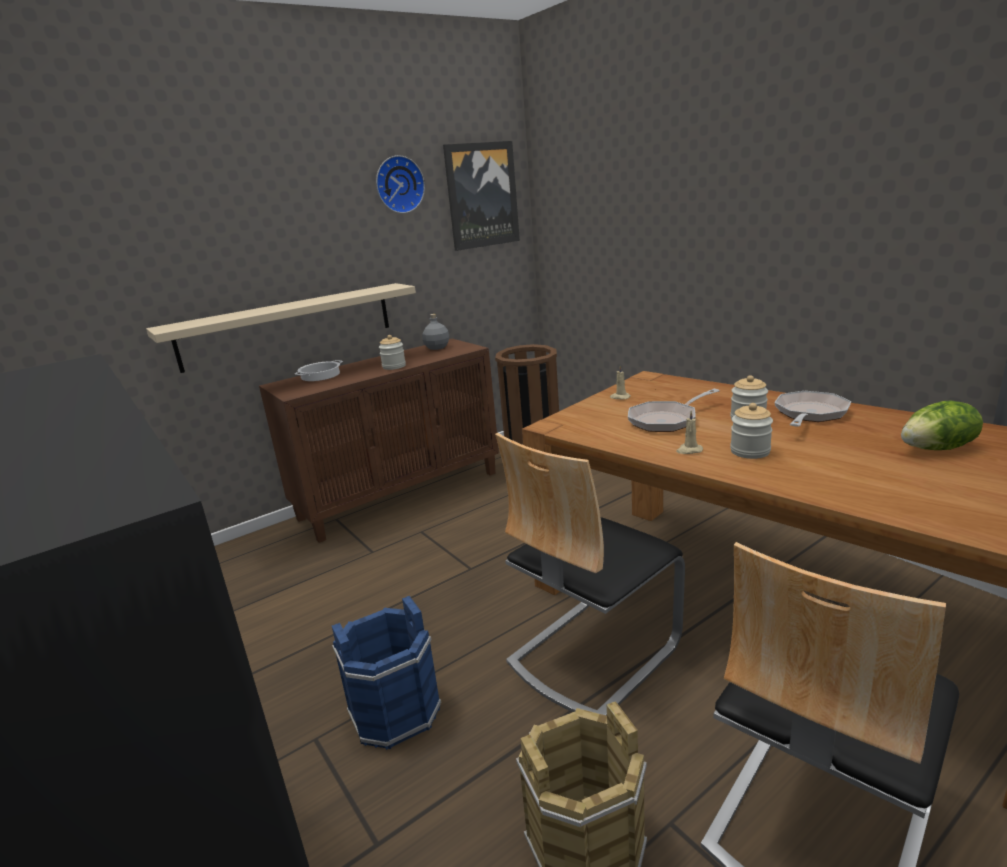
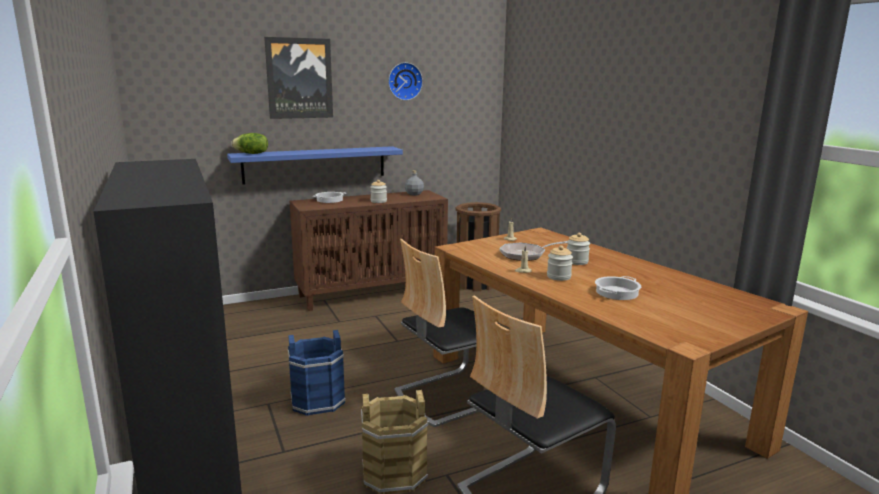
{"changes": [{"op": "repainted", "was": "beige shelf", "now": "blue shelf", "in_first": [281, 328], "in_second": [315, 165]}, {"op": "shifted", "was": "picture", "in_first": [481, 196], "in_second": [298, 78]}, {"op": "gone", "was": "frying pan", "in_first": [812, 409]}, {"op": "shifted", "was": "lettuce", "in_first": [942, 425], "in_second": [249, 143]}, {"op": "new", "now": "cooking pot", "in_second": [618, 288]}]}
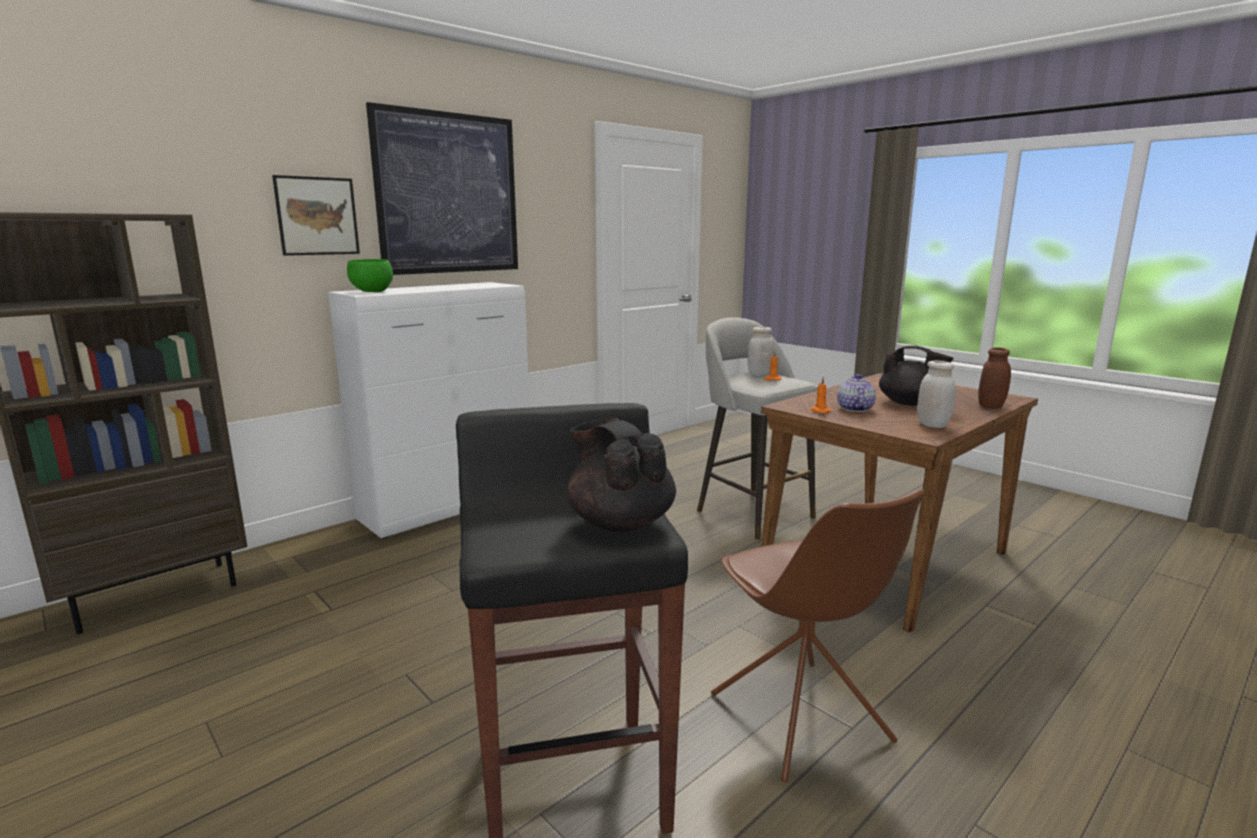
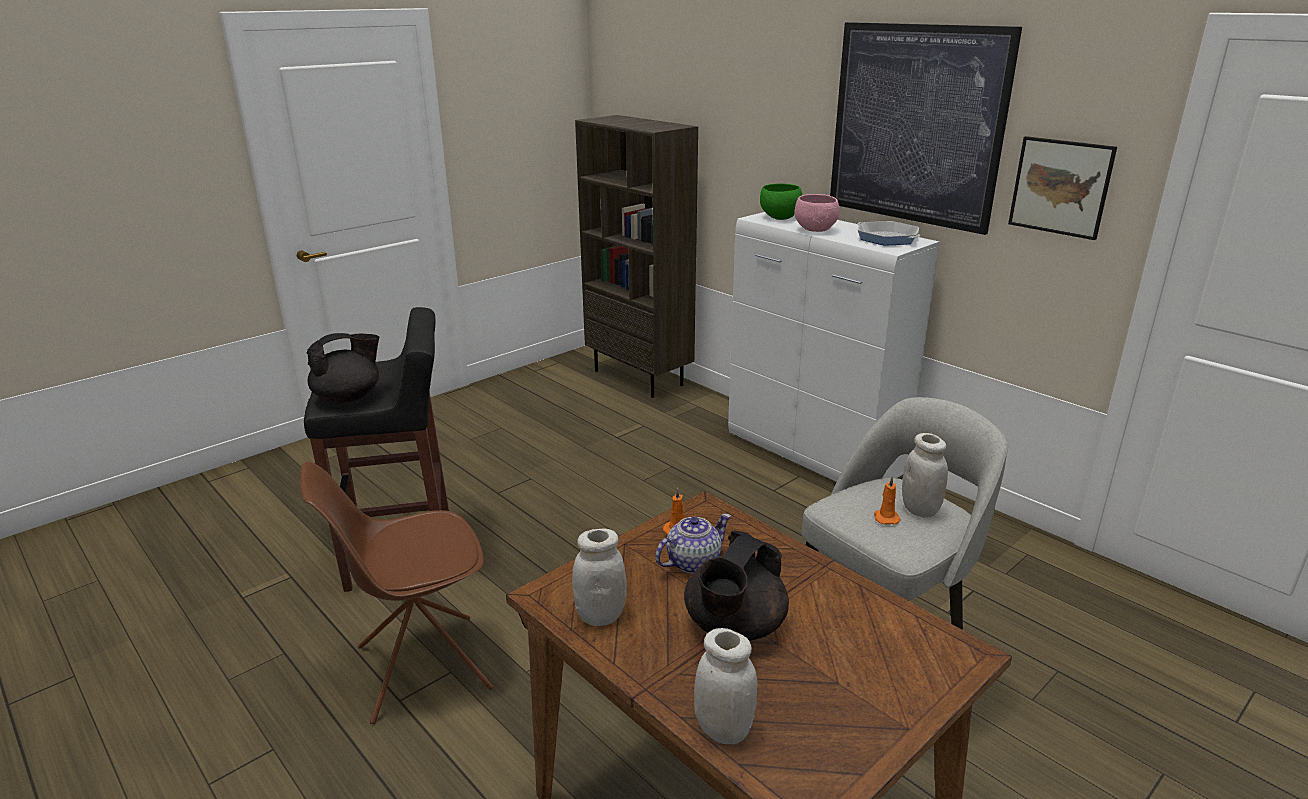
{"changes": [{"op": "shifted", "was": "picture", "in_first": [316, 215], "in_second": [1062, 188]}, {"op": "rotated", "was": "teapot", "in_first": [856, 393], "in_second": [693, 544], "clockwise": -45}, {"op": "repainted", "was": "brown jar", "now": "white jar", "in_first": [994, 378], "in_second": [726, 686]}, {"op": "new", "now": "pink bowl", "in_second": [817, 213]}, {"op": "new", "now": "frying pan", "in_second": [889, 233]}]}
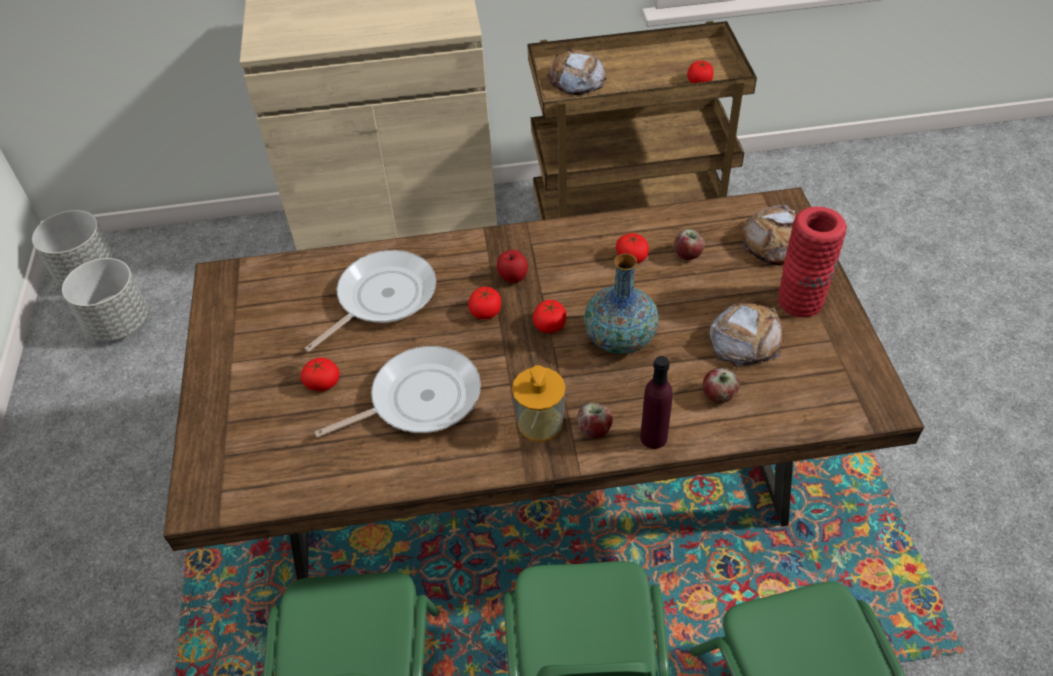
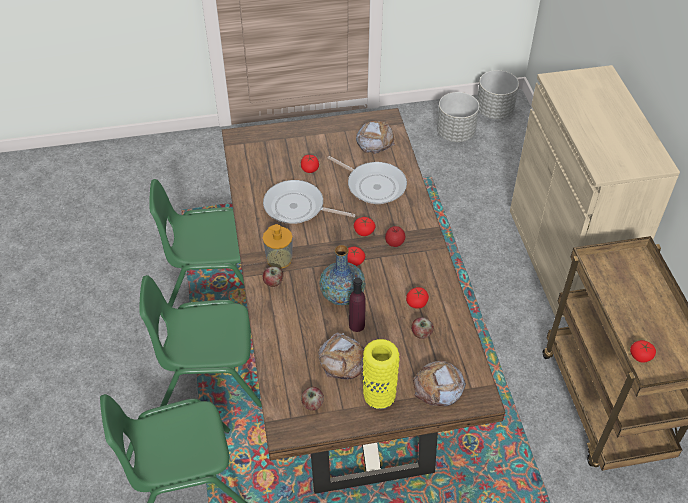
{"changes": [{"op": "rotated", "was": "frying pan", "in_first": [398, 391], "in_second": [309, 202], "clockwise": 135}, {"op": "shifted", "was": "bread", "in_first": [577, 72], "in_second": [375, 137]}, {"op": "shifted", "was": "purple bottle", "in_first": [656, 402], "in_second": [357, 304]}, {"op": "shifted", "was": "apple", "in_first": [721, 385], "in_second": [312, 399]}, {"op": "repainted", "was": "red vase", "now": "yellow vase", "in_first": [812, 262], "in_second": [381, 374]}]}
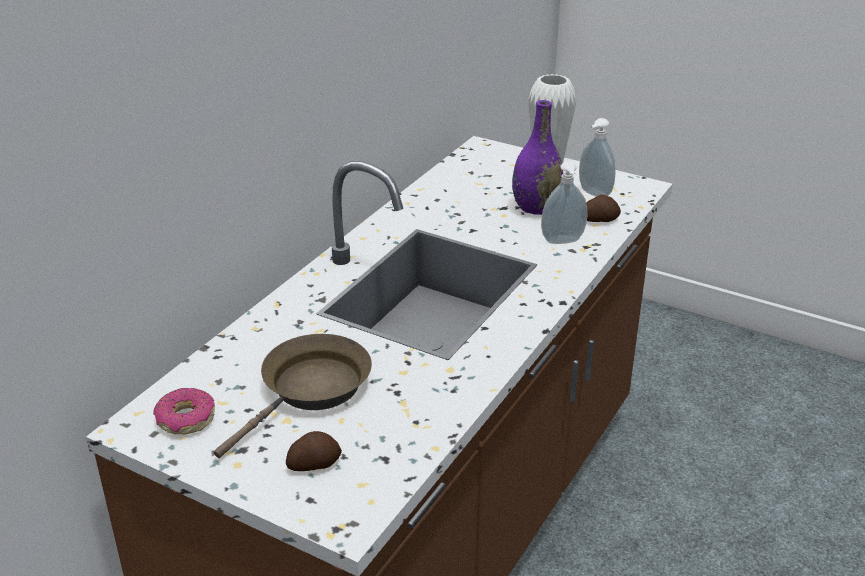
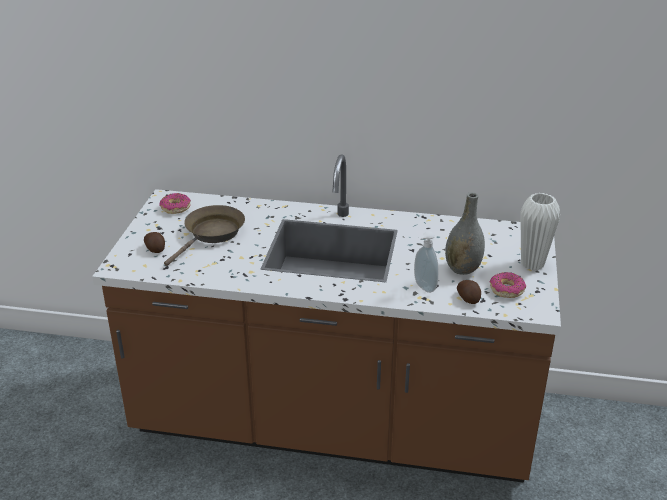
{"changes": [{"op": "rotated", "was": "brown frying pan", "in_first": [293, 396], "in_second": [204, 235], "clockwise": -75}, {"op": "repainted", "was": "purple vase", "now": "grey vase", "in_first": [537, 157], "in_second": [465, 233]}, {"op": "swapped", "was": "soap dispenser", "now": "donut", "in_first": [597, 157], "in_second": [507, 285]}]}
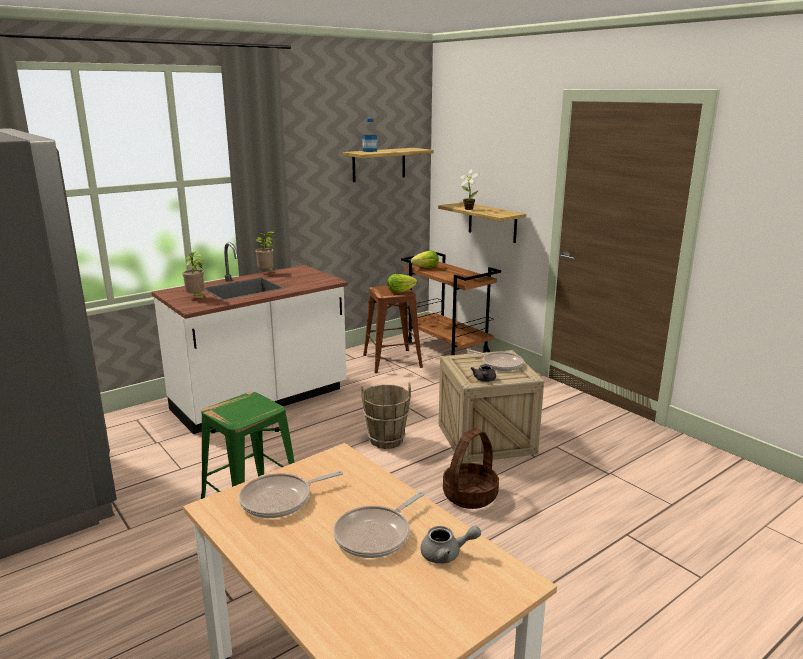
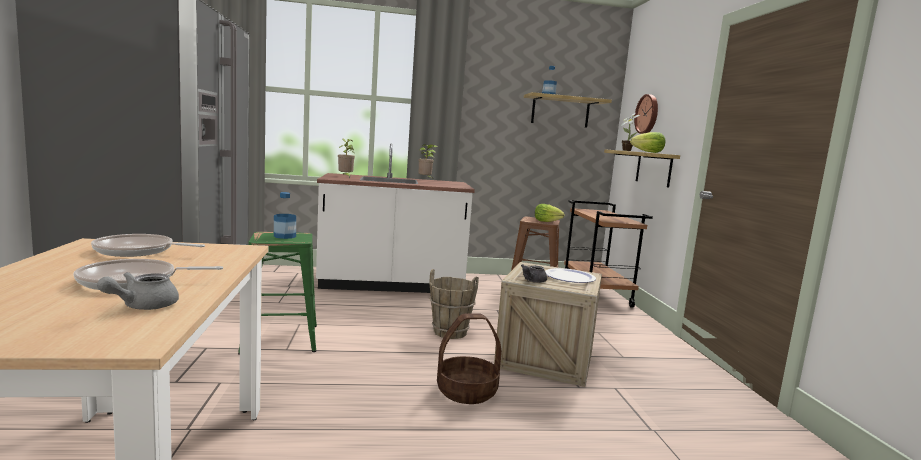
{"changes": [{"op": "shifted", "was": "lettuce", "in_first": [425, 259], "in_second": [648, 142]}, {"op": "rotated", "was": "grey teapot", "in_first": [450, 545], "in_second": [138, 291], "clockwise": 90}, {"op": "swapped", "was": "frying pan", "now": "plate", "in_first": [495, 360], "in_second": [570, 275]}, {"op": "new", "now": "bottle", "in_second": [285, 215]}, {"op": "new", "now": "wall clock", "in_second": [646, 114]}]}
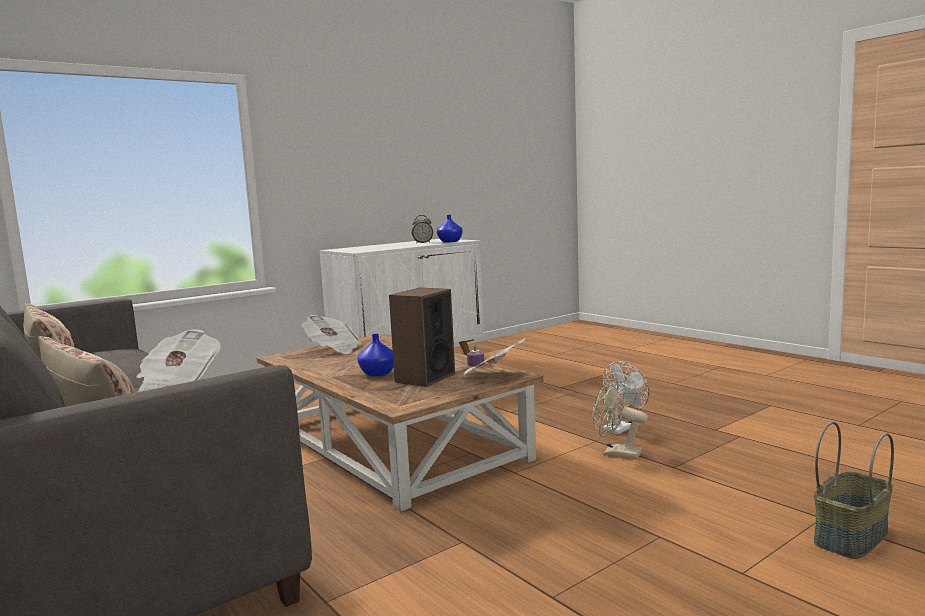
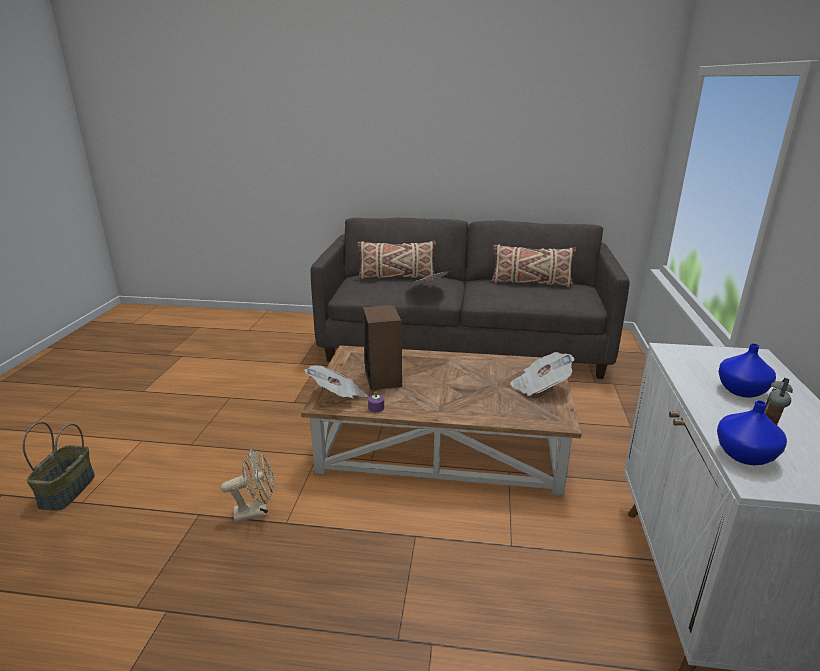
{"changes": [{"op": "shifted", "was": "blue vase", "in_first": [375, 355], "in_second": [747, 370]}, {"op": "gone", "was": "white fan", "in_first": [626, 397]}]}
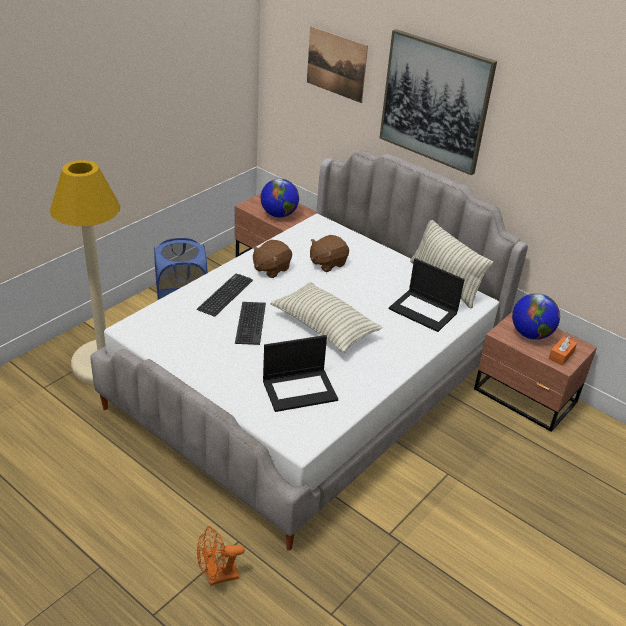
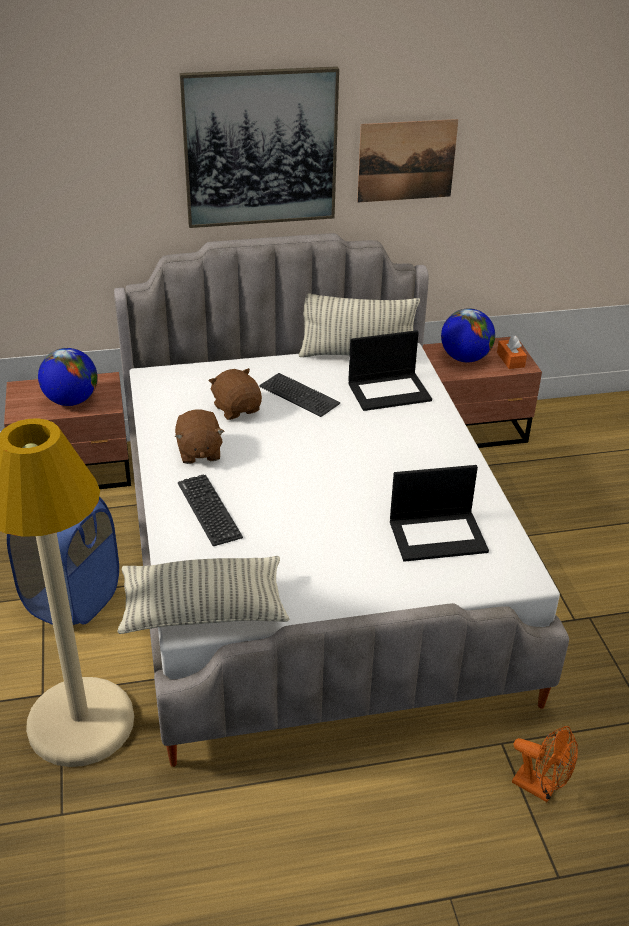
{"changes": [{"op": "rotated", "was": "orange fan", "in_first": [221, 555], "in_second": [545, 764], "clockwise": -75}, {"op": "shifted", "was": "keyboard", "in_first": [250, 323], "in_second": [299, 395]}, {"op": "rotated", "was": "laptop", "in_first": [300, 373], "in_second": [439, 513], "clockwise": 60}, {"op": "shifted", "was": "pillow", "in_first": [326, 317], "in_second": [203, 595]}, {"op": "shifted", "was": "picture", "in_first": [337, 64], "in_second": [407, 160]}, {"op": "rotated", "was": "brown plush toy", "in_first": [329, 253], "in_second": [235, 394], "clockwise": 150}]}
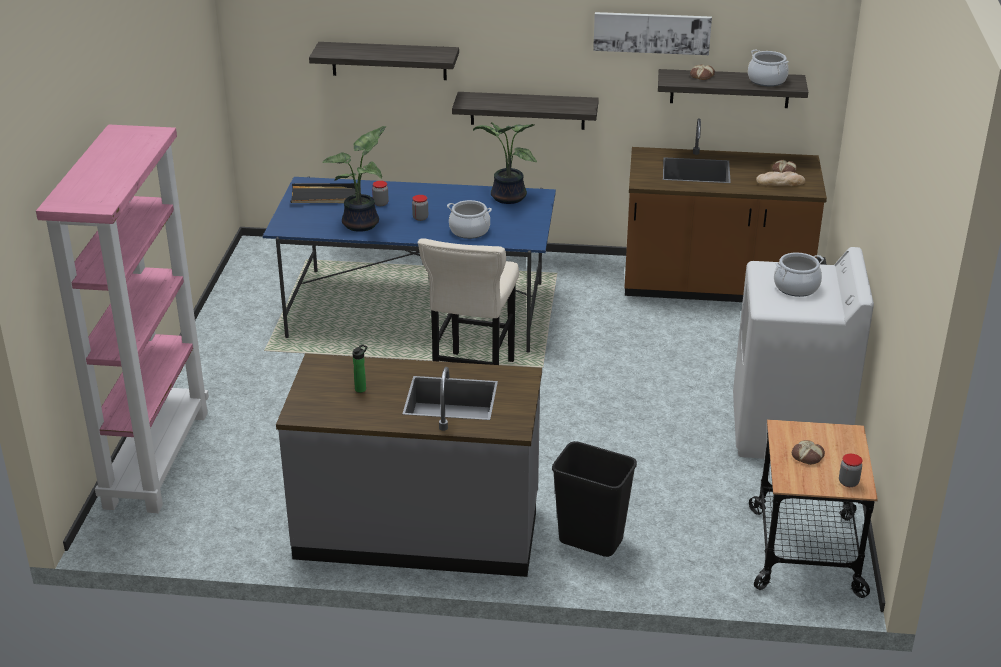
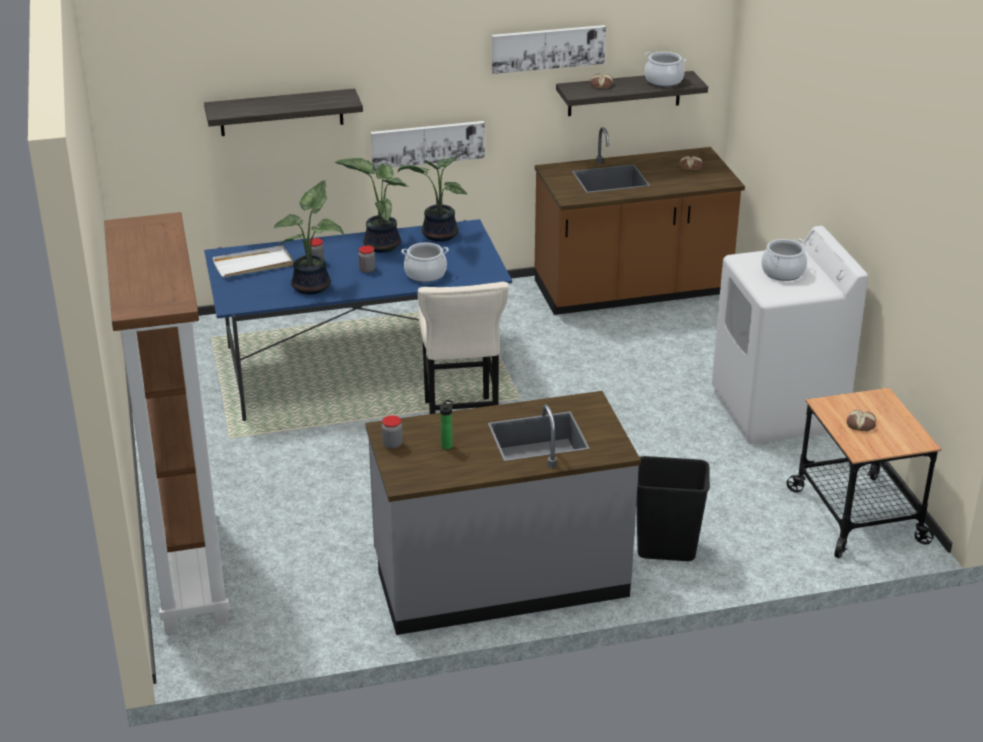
{"changes": [{"op": "repainted", "was": "pink bookcase", "now": "brown bookcase", "in_first": [122, 319], "in_second": [167, 423]}, {"op": "repainted", "was": "black tray", "now": "white tray", "in_first": [323, 193], "in_second": [253, 261]}, {"op": "swapped", "was": "shelf", "now": "picture", "in_first": [525, 111], "in_second": [428, 145]}, {"op": "gone", "was": "bread", "in_first": [780, 178]}, {"op": "shifted", "was": "jar", "in_first": [850, 470], "in_second": [392, 432]}, {"op": "new", "now": "potted plant", "in_second": [372, 205]}]}
